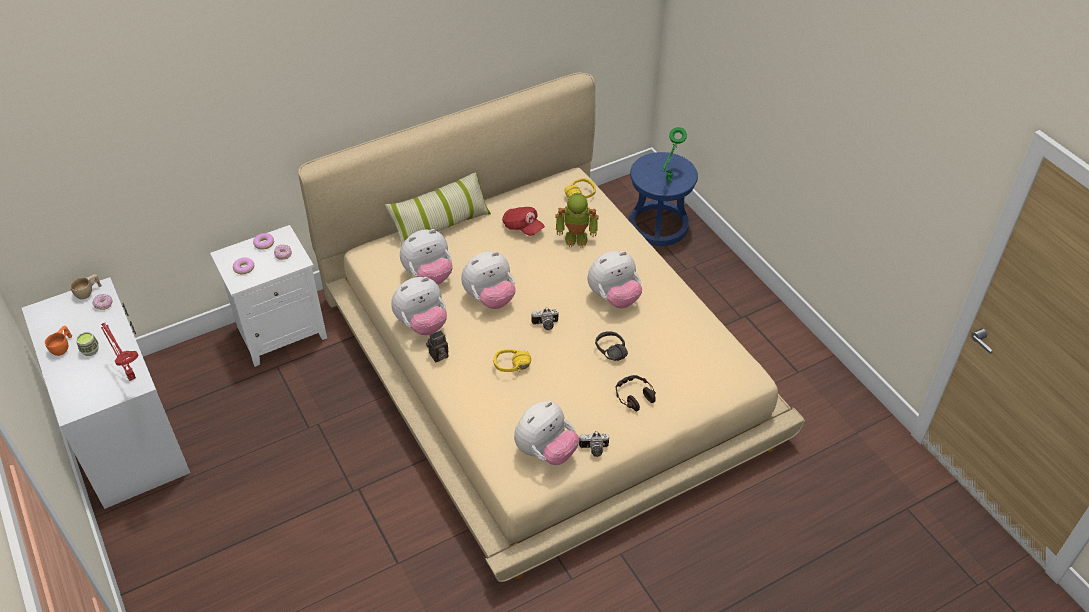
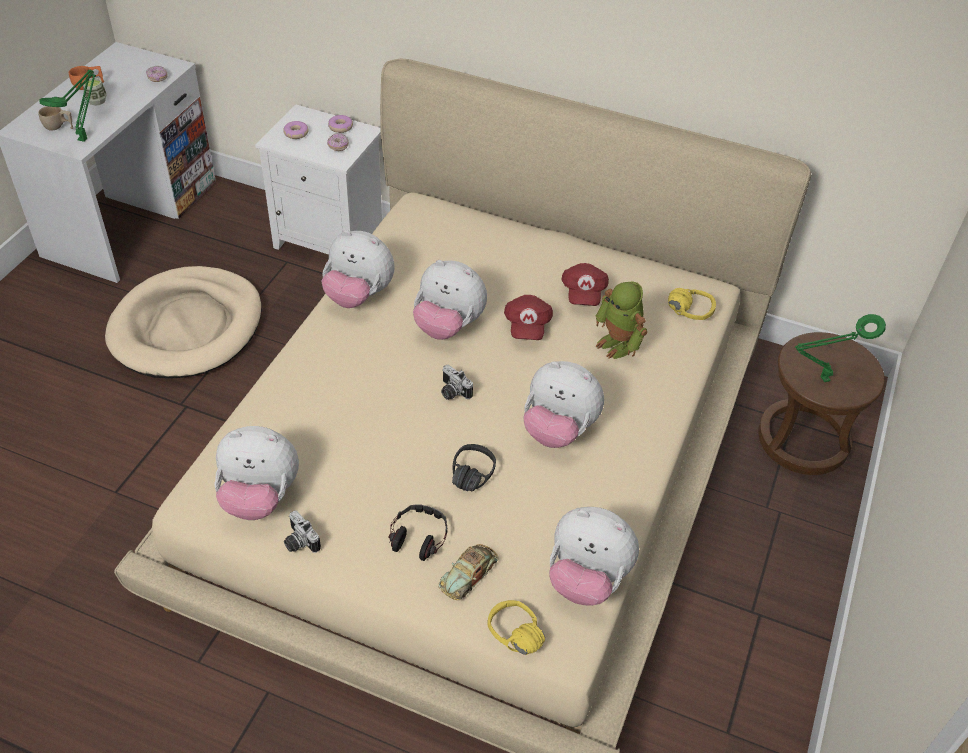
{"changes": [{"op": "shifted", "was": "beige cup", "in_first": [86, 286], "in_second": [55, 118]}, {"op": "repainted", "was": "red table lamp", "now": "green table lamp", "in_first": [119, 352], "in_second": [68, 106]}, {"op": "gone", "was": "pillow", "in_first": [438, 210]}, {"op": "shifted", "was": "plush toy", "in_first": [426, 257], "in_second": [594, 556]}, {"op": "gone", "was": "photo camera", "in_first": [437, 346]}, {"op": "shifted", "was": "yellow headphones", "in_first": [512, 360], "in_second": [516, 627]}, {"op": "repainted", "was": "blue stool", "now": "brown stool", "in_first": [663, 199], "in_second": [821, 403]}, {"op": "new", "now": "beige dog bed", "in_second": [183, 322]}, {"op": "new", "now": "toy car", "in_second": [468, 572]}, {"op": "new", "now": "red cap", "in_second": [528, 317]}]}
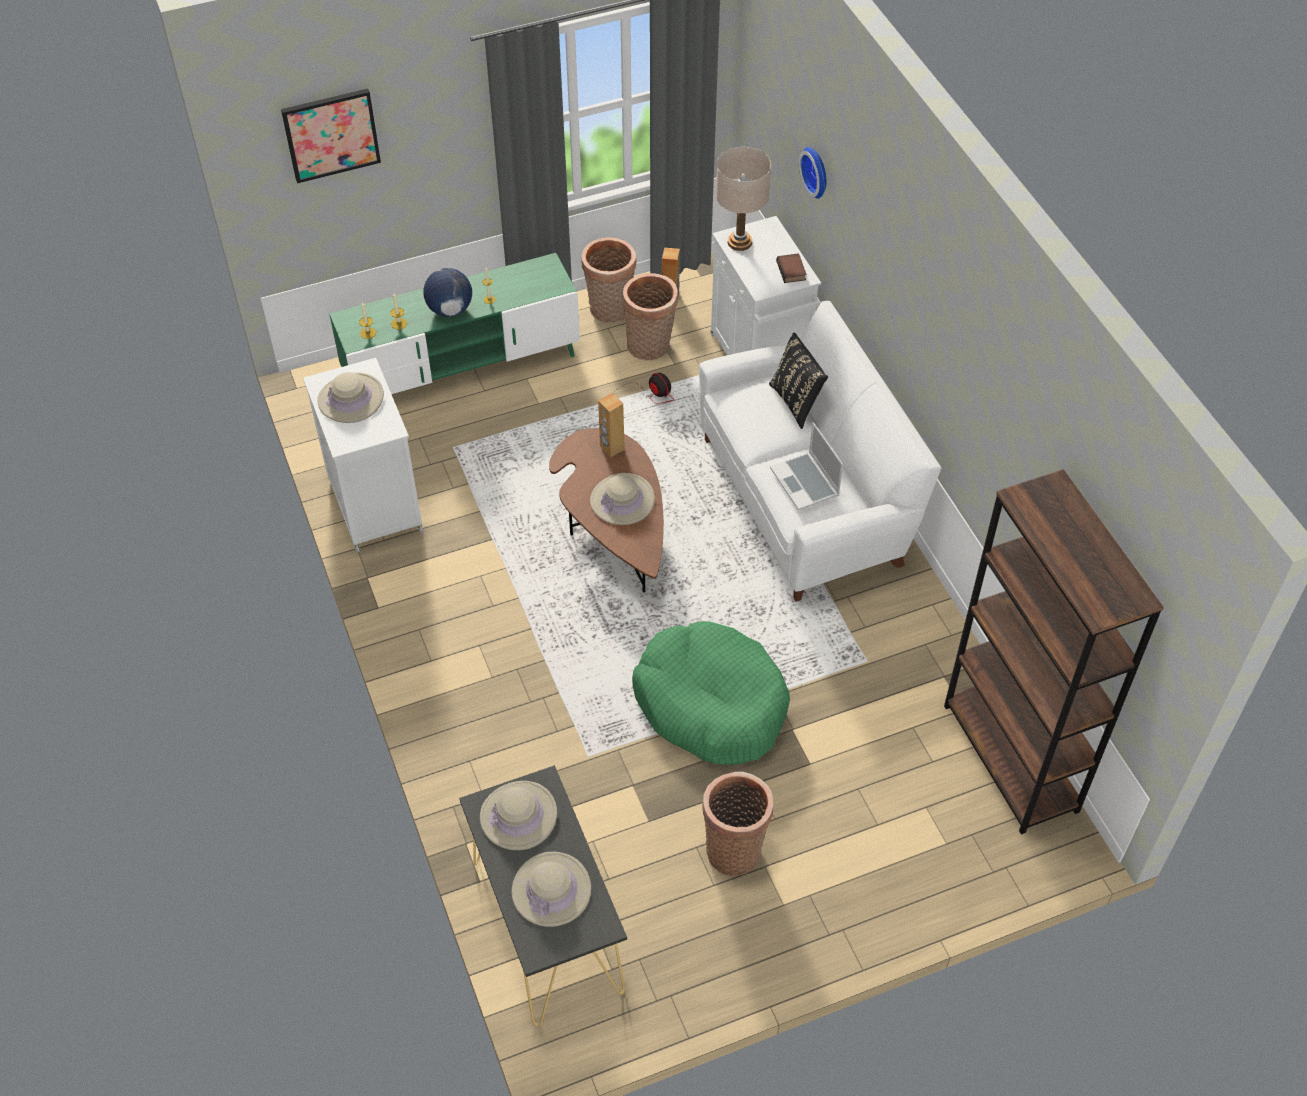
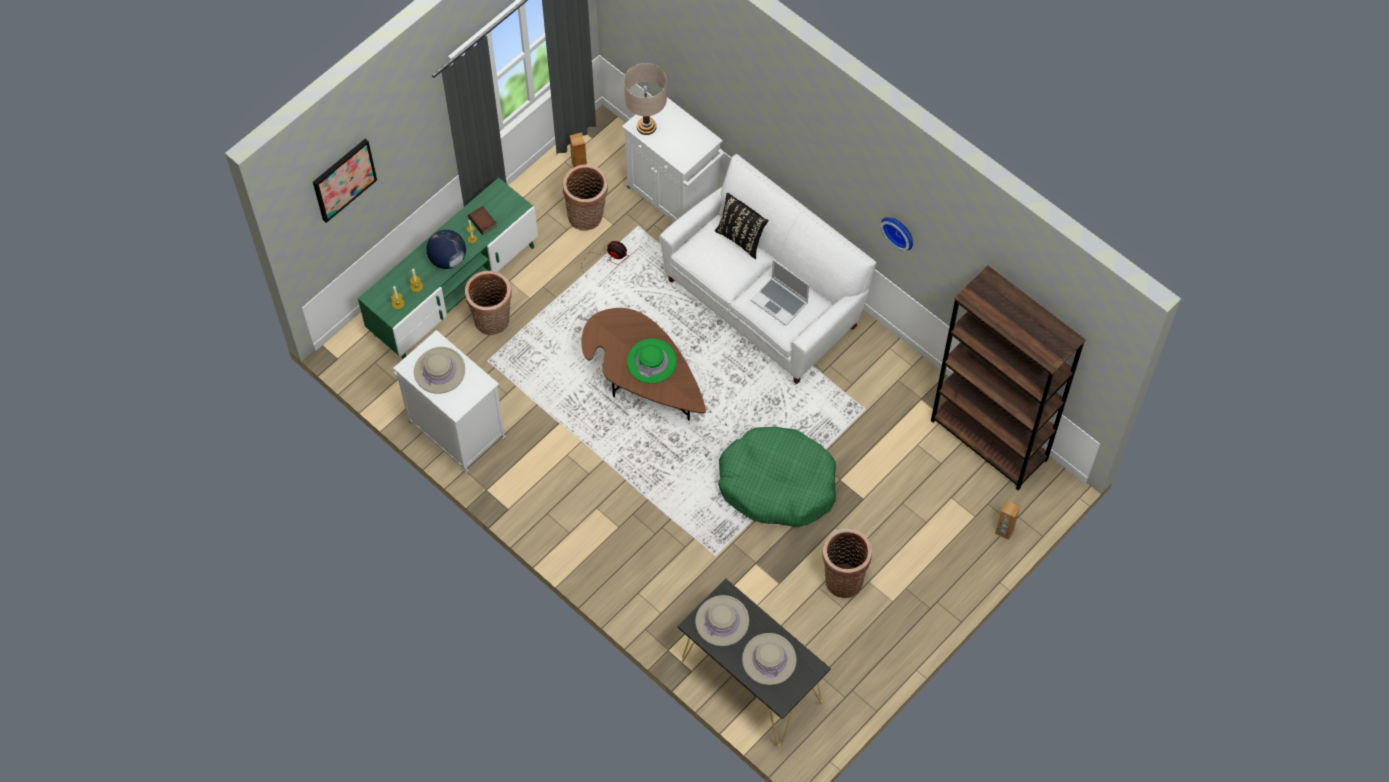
{"changes": [{"op": "shifted", "was": "basket", "in_first": [608, 280], "in_second": [488, 303]}, {"op": "repainted", "was": "beige hat", "now": "green hat", "in_first": [622, 499], "in_second": [652, 361]}, {"op": "shifted", "was": "brown speaker", "in_first": [611, 425], "in_second": [1007, 520]}, {"op": "shifted", "was": "book", "in_first": [791, 268], "in_second": [482, 220]}, {"op": "shifted", "was": "wall clock", "in_first": [813, 173], "in_second": [896, 234]}]}
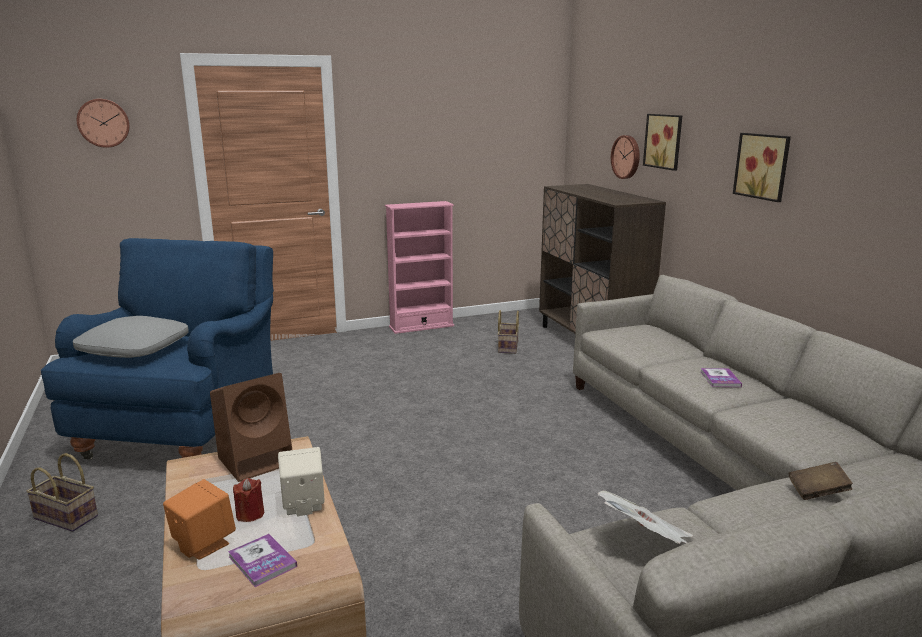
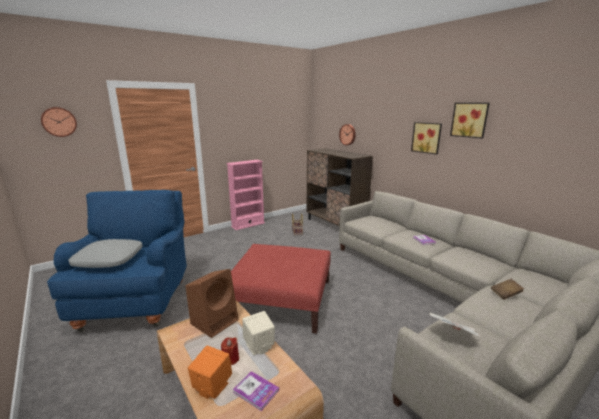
{"changes": [{"op": "gone", "was": "basket", "in_first": [62, 492]}, {"op": "shifted", "was": "picture", "in_first": [662, 142], "in_second": [470, 121]}, {"op": "new", "now": "red ottoman", "in_second": [281, 289]}]}
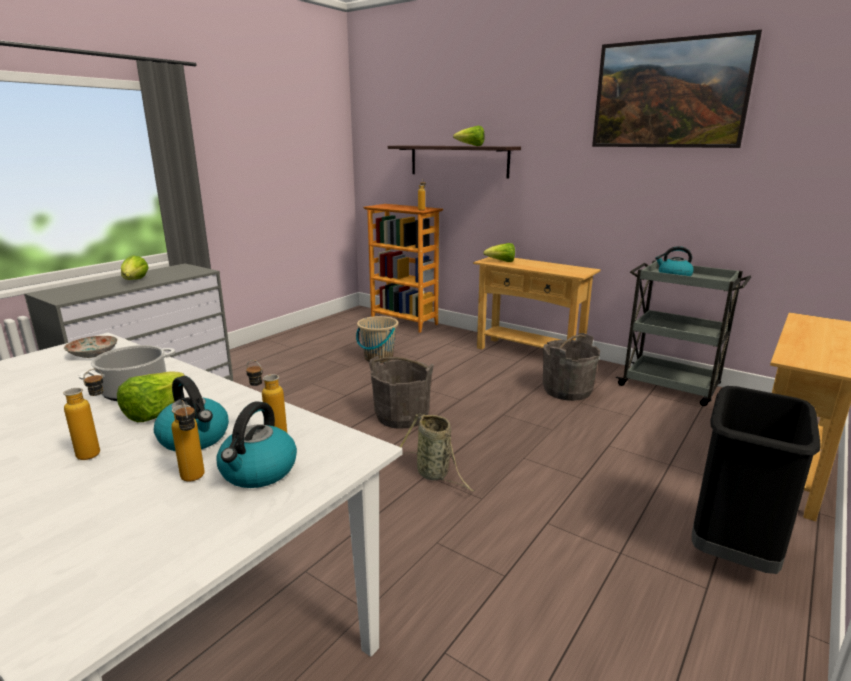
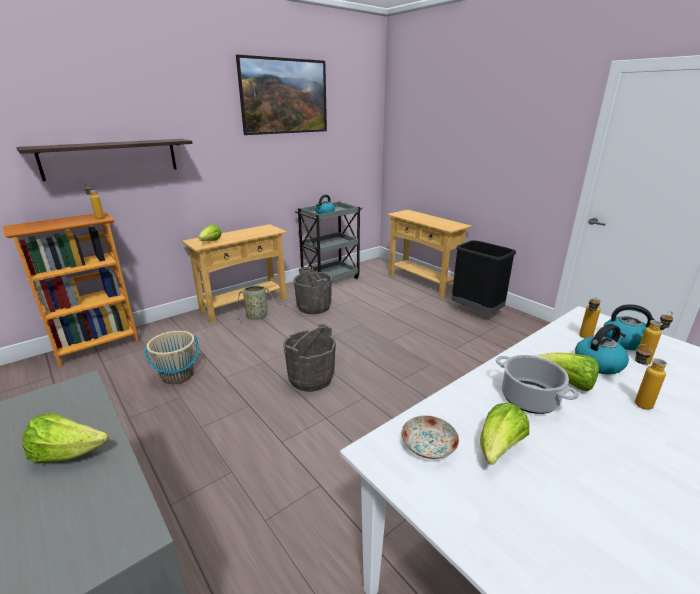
{"changes": [{"op": "shifted", "was": "basket", "in_first": [437, 452], "in_second": [261, 303]}, {"op": "shifted", "was": "lettuce", "in_first": [469, 136], "in_second": [504, 434]}]}
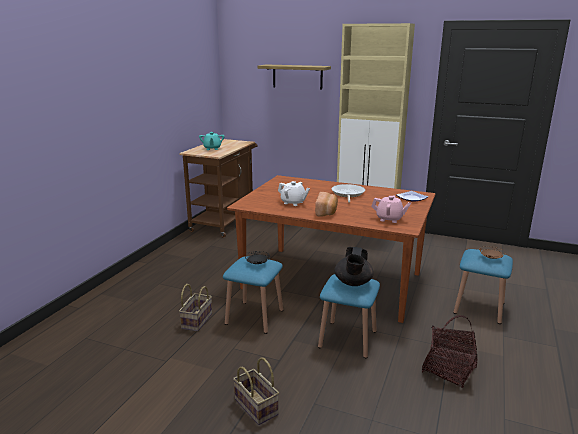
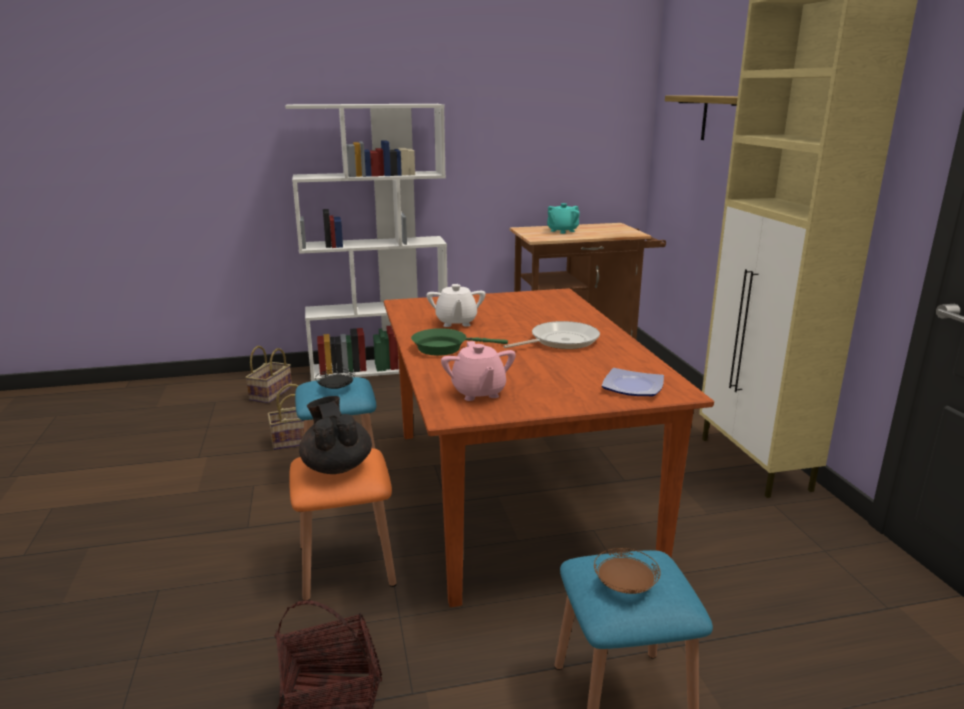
{"changes": [{"op": "shifted", "was": "basket", "in_first": [256, 391], "in_second": [268, 374]}, {"op": "swapped", "was": "bread", "now": "green frying pan", "in_first": [326, 204], "in_second": [459, 342]}, {"op": "repainted", "was": "blue stool", "now": "orange stool", "in_first": [349, 316], "in_second": [343, 524]}, {"op": "rotated", "was": "black teapot", "in_first": [354, 266], "in_second": [335, 435], "clockwise": 90}, {"op": "new", "now": "white bookcase", "in_second": [366, 242]}]}
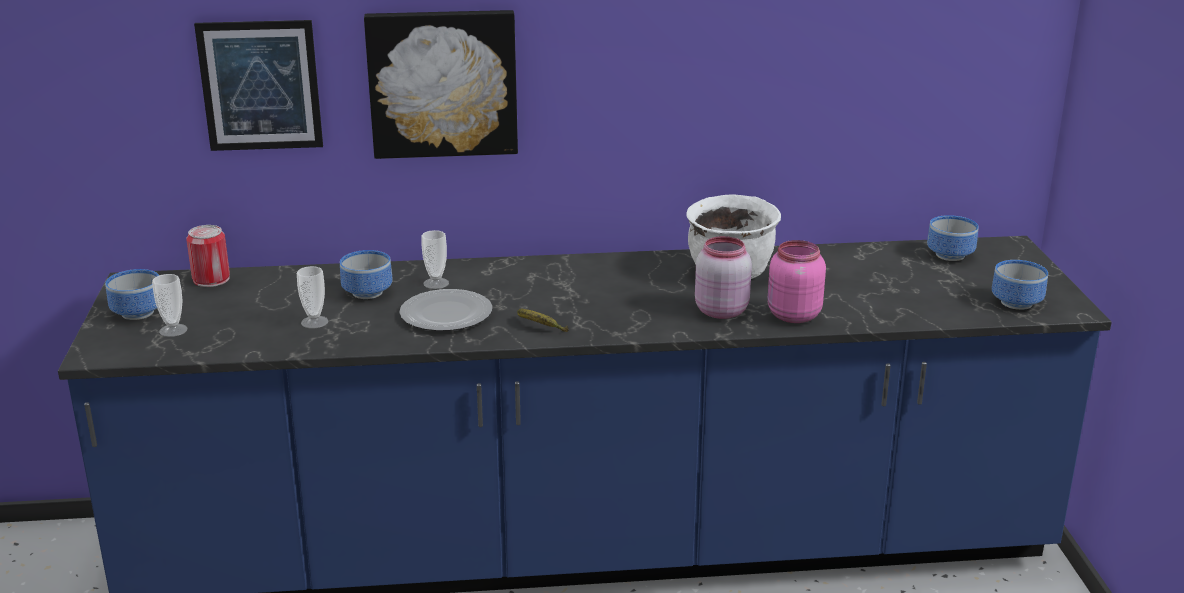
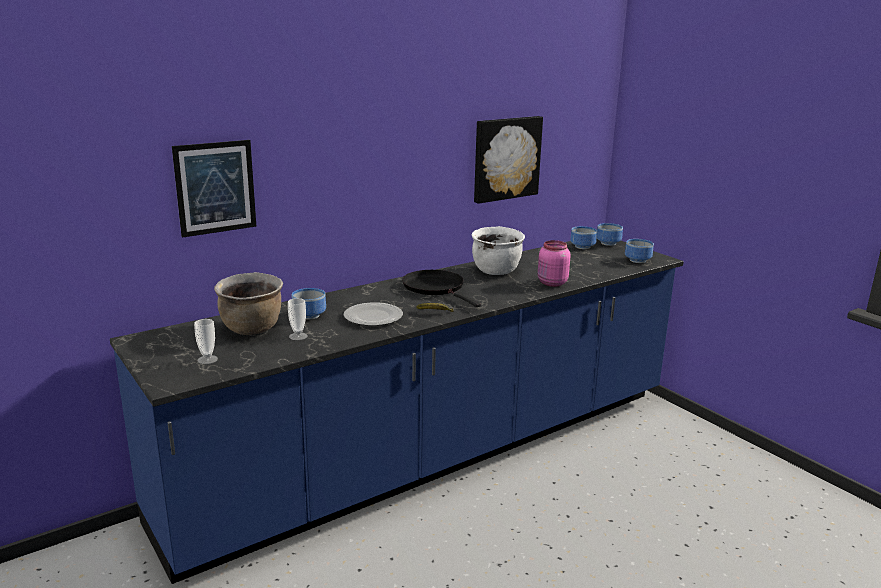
{"changes": [{"op": "shifted", "was": "bowl", "in_first": [132, 294], "in_second": [610, 234]}, {"op": "gone", "was": "can", "in_first": [208, 256]}, {"op": "shifted", "was": "picture", "in_first": [441, 84], "in_second": [508, 160]}, {"op": "gone", "was": "cup", "in_first": [435, 259]}, {"op": "gone", "was": "pink jar", "in_first": [723, 277]}, {"op": "new", "now": "brown cooking pot", "in_second": [248, 303]}, {"op": "new", "now": "black frying pan", "in_second": [441, 288]}]}
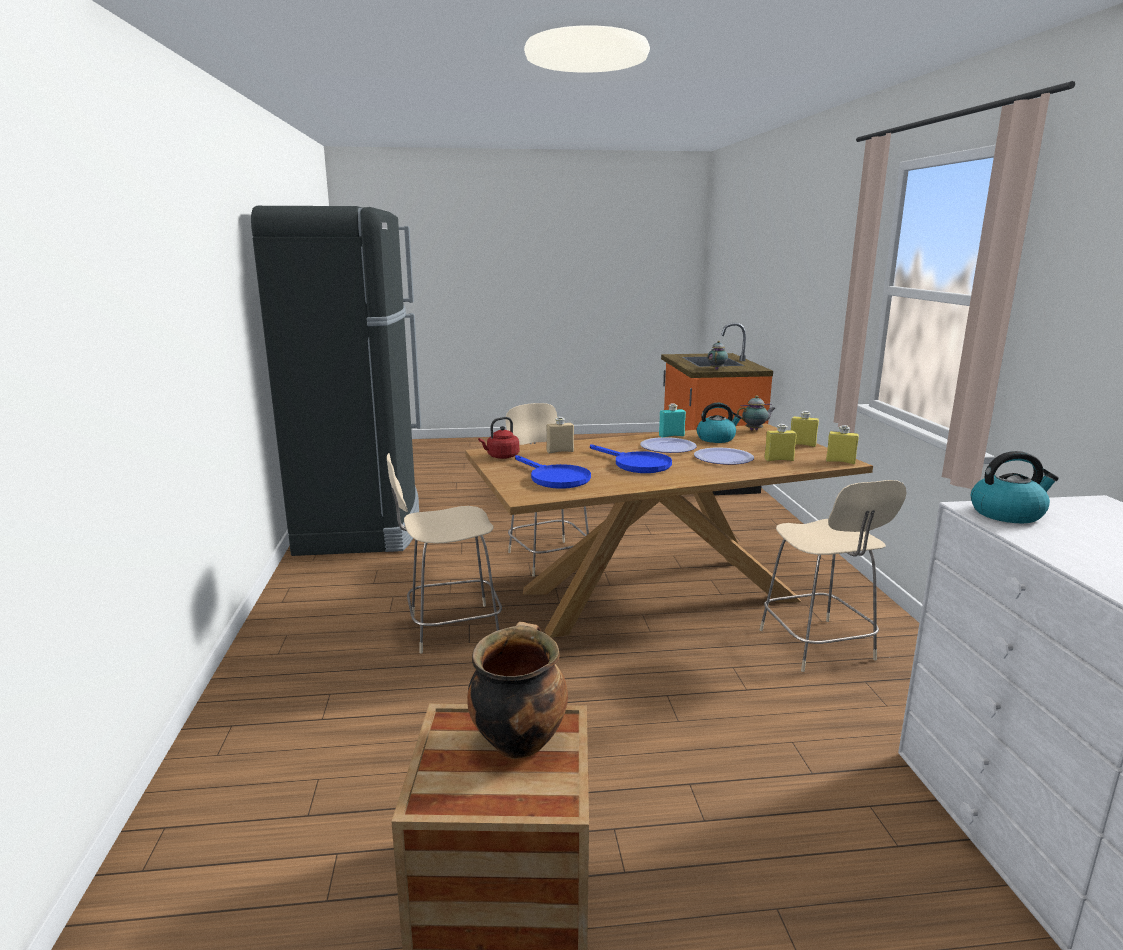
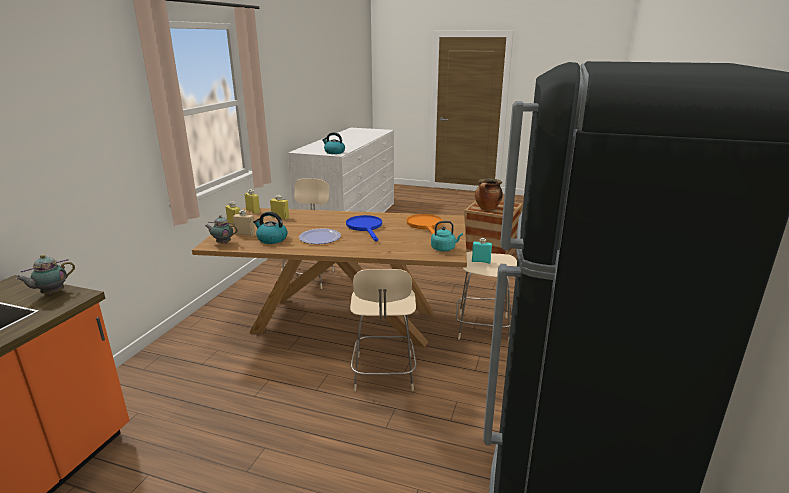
{"changes": [{"op": "repainted", "was": "red kettle", "now": "turquoise kettle", "in_first": [498, 438], "in_second": [447, 236]}, {"op": "repainted", "was": "blue frying pan", "now": "orange frying pan", "in_first": [553, 472], "in_second": [424, 224]}, {"op": "shifted", "was": "beige bottle", "in_first": [560, 435], "in_second": [244, 223]}, {"op": "shifted", "was": "turquoise bottle", "in_first": [672, 420], "in_second": [482, 251]}, {"op": "gone", "was": "plate", "in_first": [724, 456]}]}
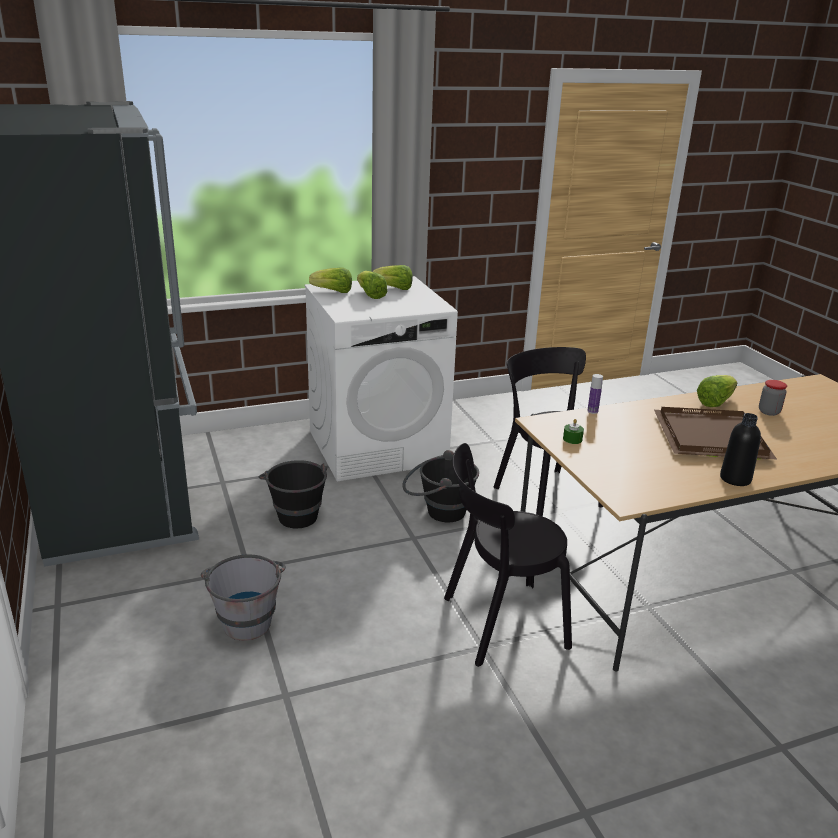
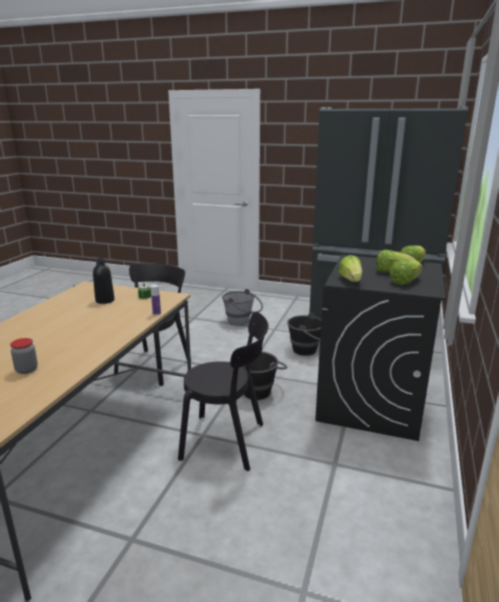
{"changes": [{"op": "repainted", "was": "white washing machine", "now": "black washing machine", "in_first": [381, 378], "in_second": [380, 348]}, {"op": "gone", "was": "brown tray", "in_first": [715, 433]}, {"op": "shifted", "was": "lettuce", "in_first": [717, 391], "in_second": [350, 268]}, {"op": "shifted", "was": "black bottle", "in_first": [740, 449], "in_second": [104, 281]}]}
